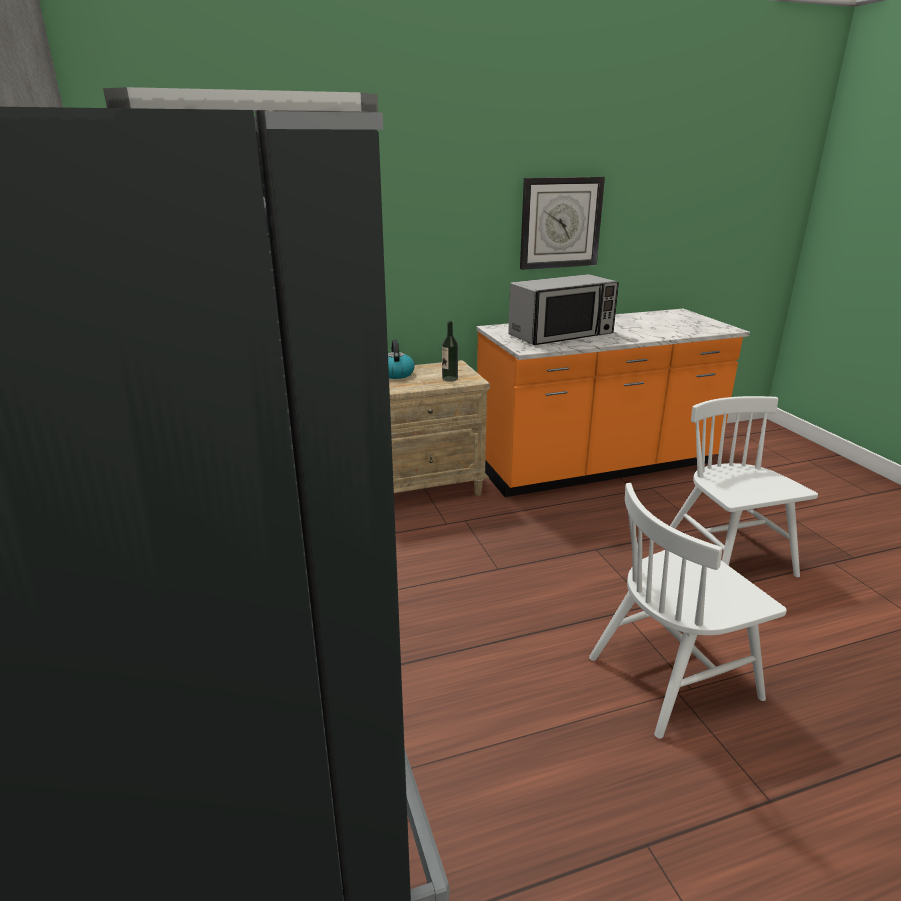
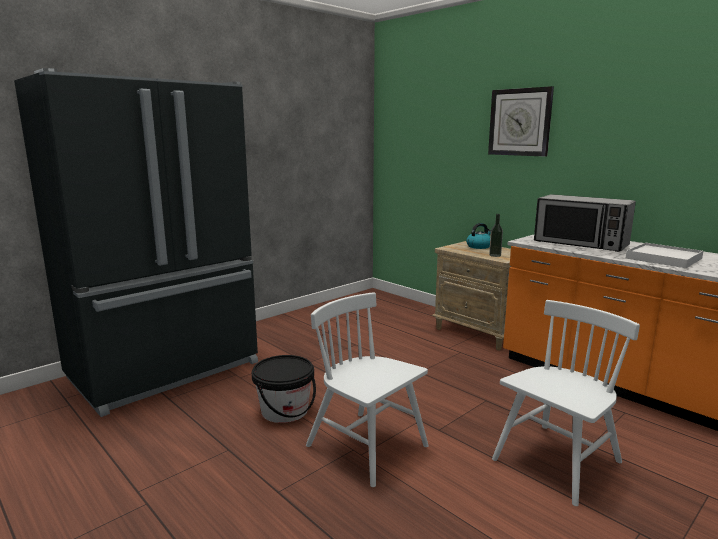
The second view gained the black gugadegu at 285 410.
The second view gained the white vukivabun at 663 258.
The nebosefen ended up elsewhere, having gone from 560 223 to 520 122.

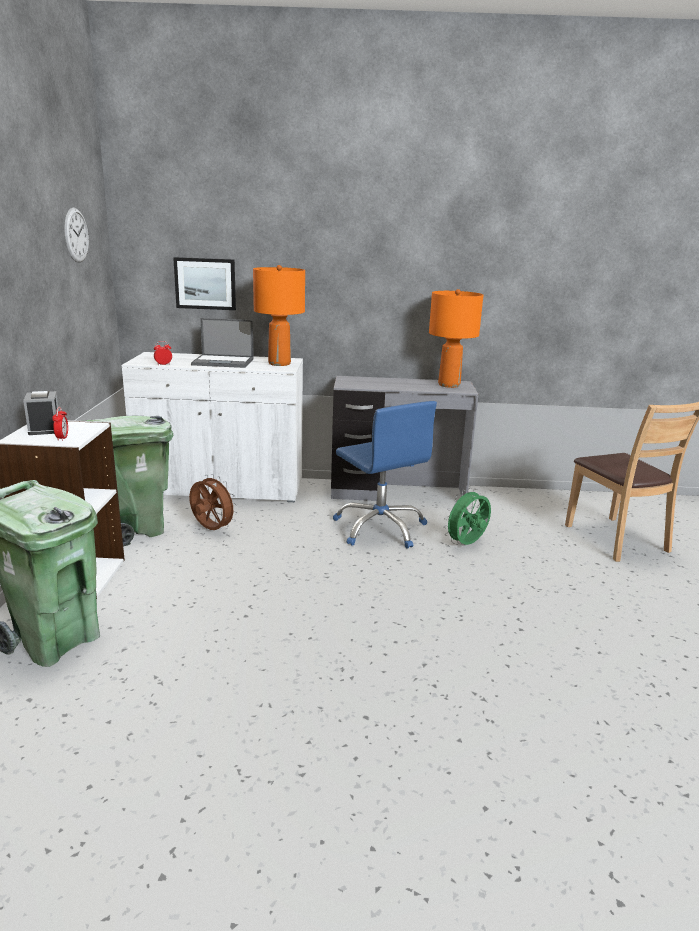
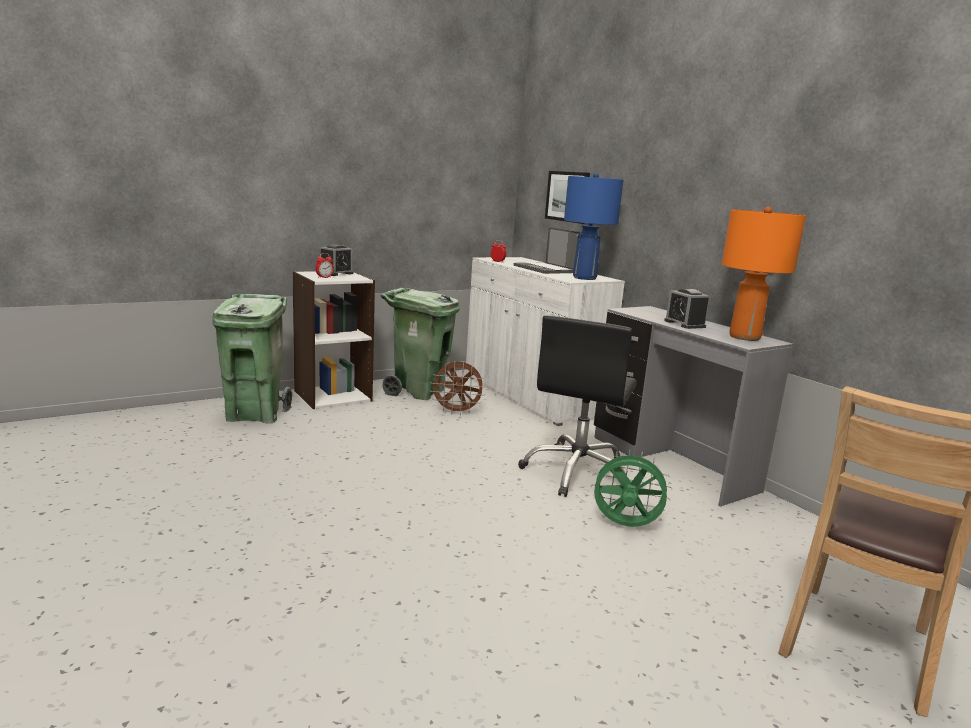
The second view lost the nebosefen at 76 235.
The second view gained the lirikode at 684 324.
What was the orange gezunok at 279 363 turned into the blue gezunok at 585 278.
What was the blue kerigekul at 380 528 turned into the black kerigekul at 577 473.
The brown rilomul at 211 530 ended up facing another way, 90 degrees clockwise from before.

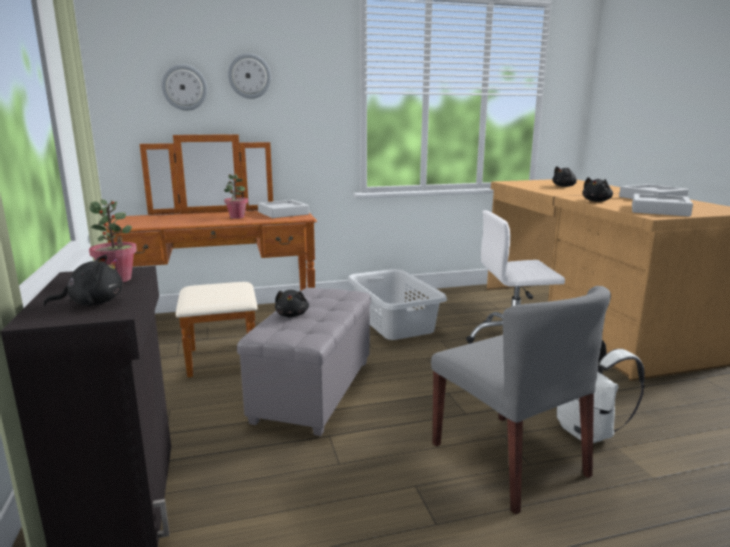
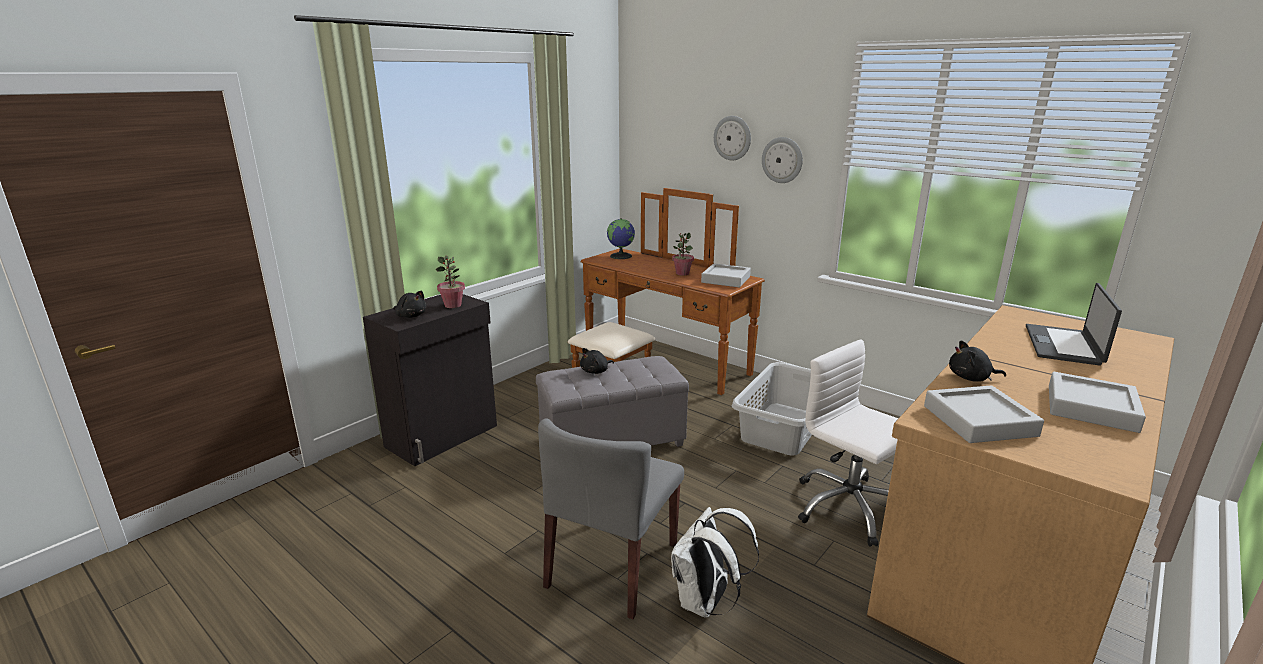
The second view gained the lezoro at 621 256.
The nebosefen ended up elsewhere, having gone from 184 87 to 782 160.
Where the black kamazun stood at 564 186, the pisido came to stand at 1064 345.

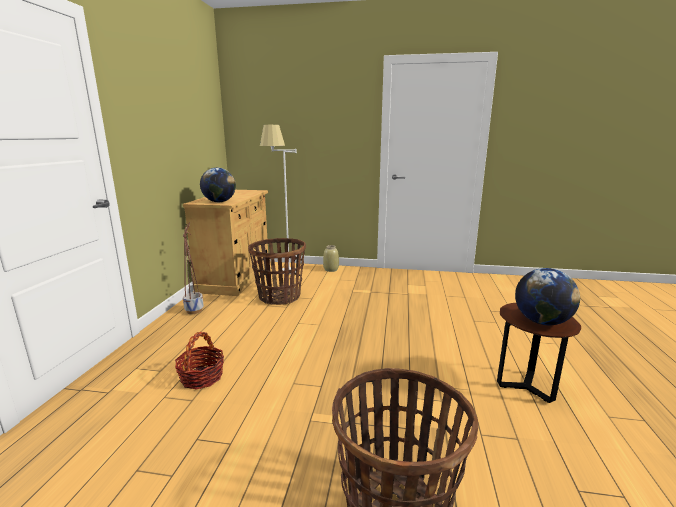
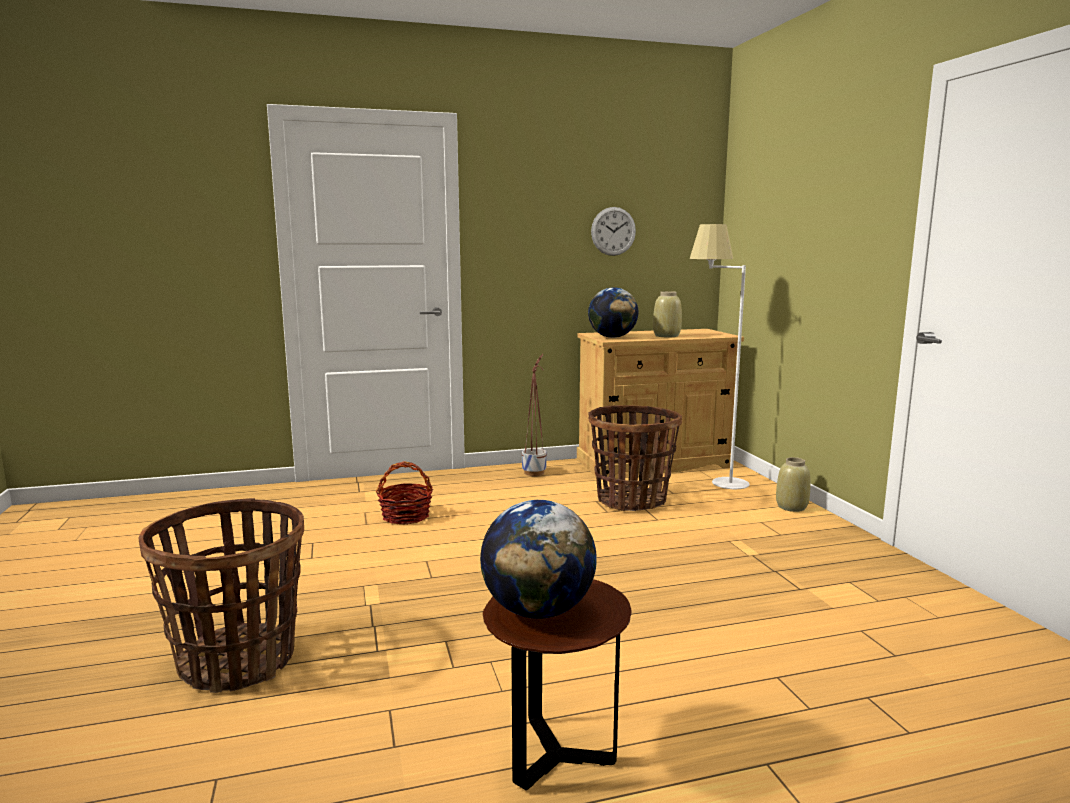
The second view gained the nebosefen at 613 231.
The second view gained the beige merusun at 666 336.

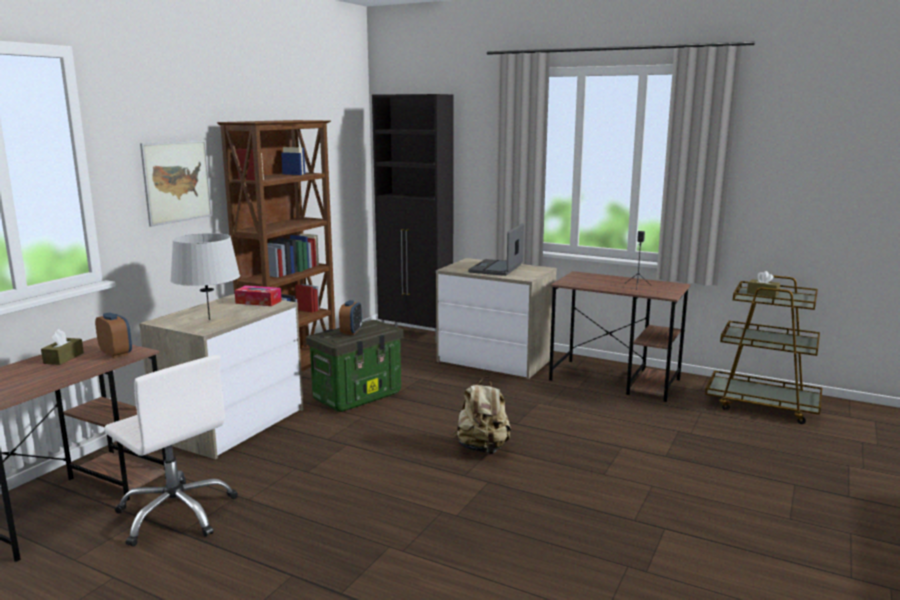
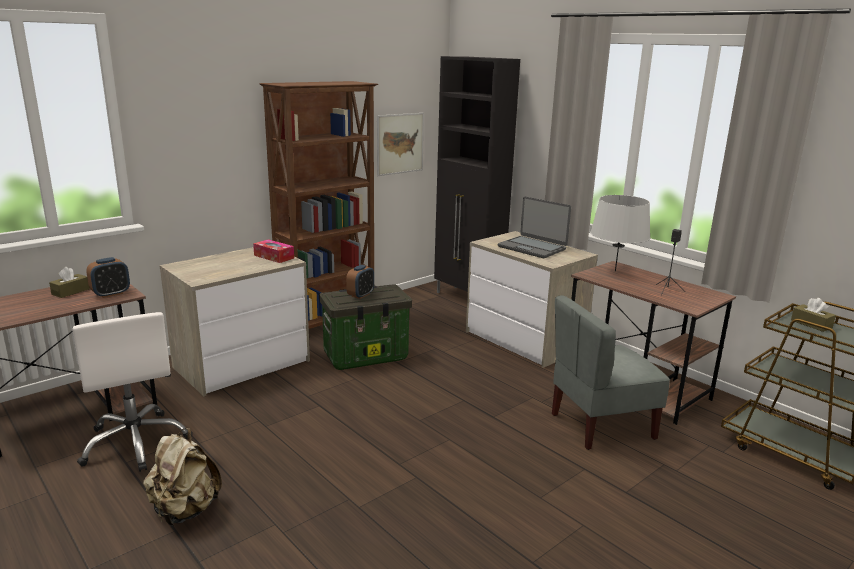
The second view gained the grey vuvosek at 600 426.
The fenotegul ended up elsewhere, having gone from 177 181 to 400 143.
The grey gezunok ended up elsewhere, having gone from 209 319 to 615 271.
The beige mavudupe ended up elsewhere, having gone from 483 449 to 184 511.
The lirikode at 116 353 ended up facing another way, 75 degrees clockwise from before.
The pisido at 496 269 ended up facing another way, 90 degrees counterclockwise from before.

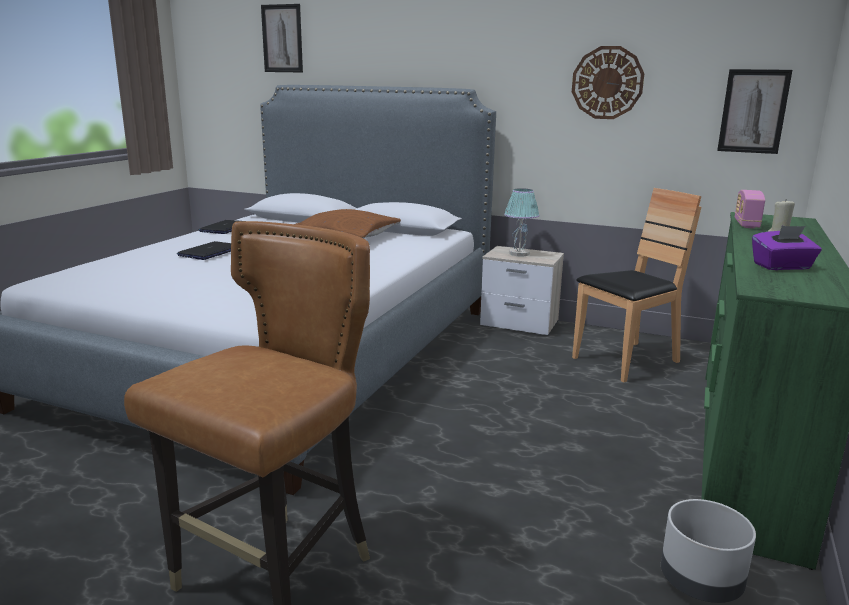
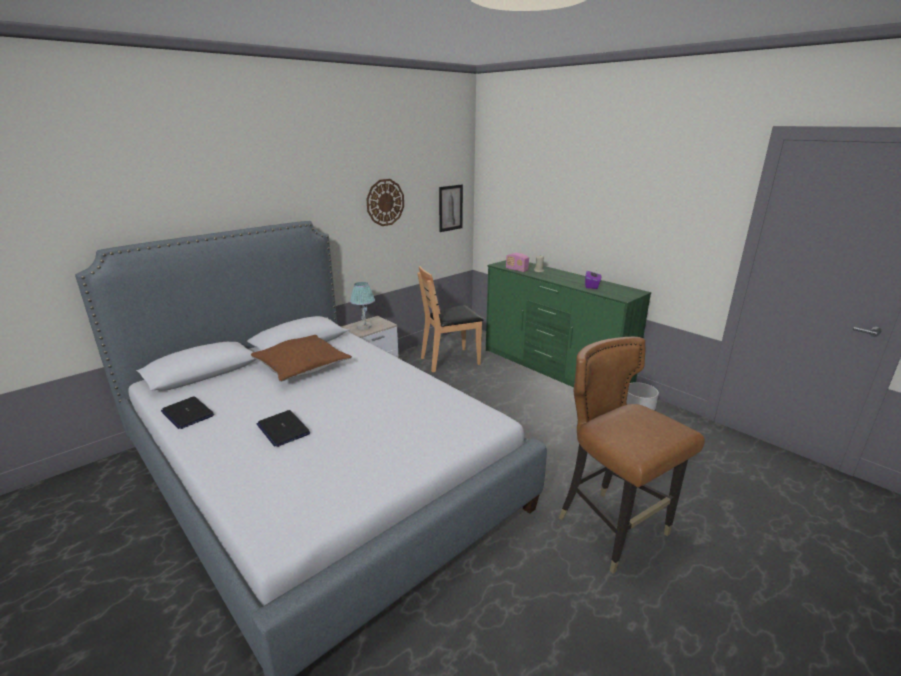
The second view lost the fenotegul at 282 38.
The brown vuvosek at 626 361 ended up facing another way, 105 degrees counterclockwise from before.

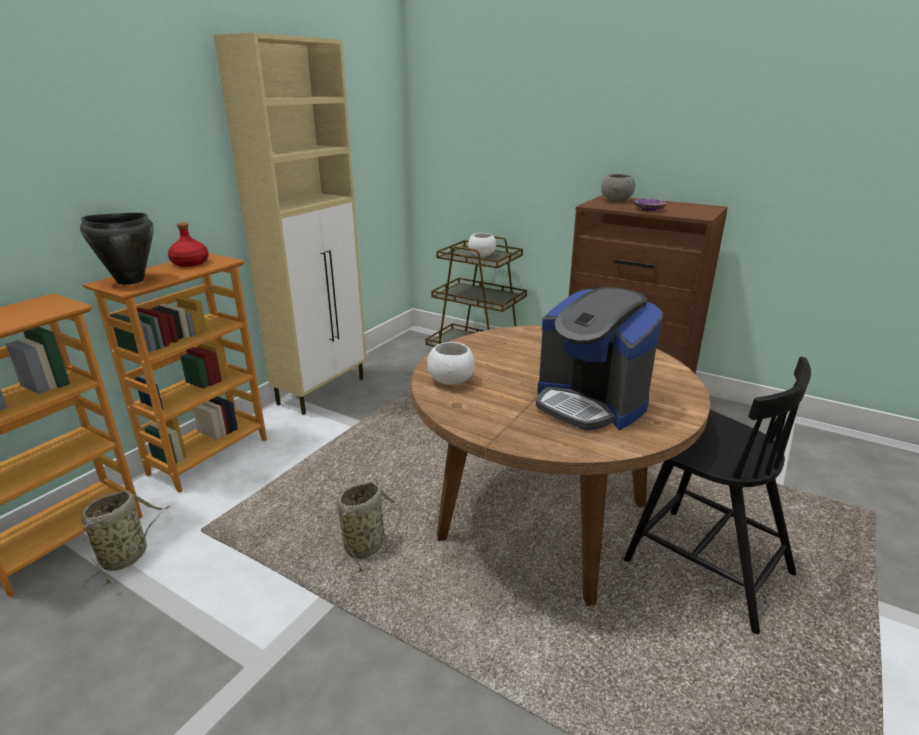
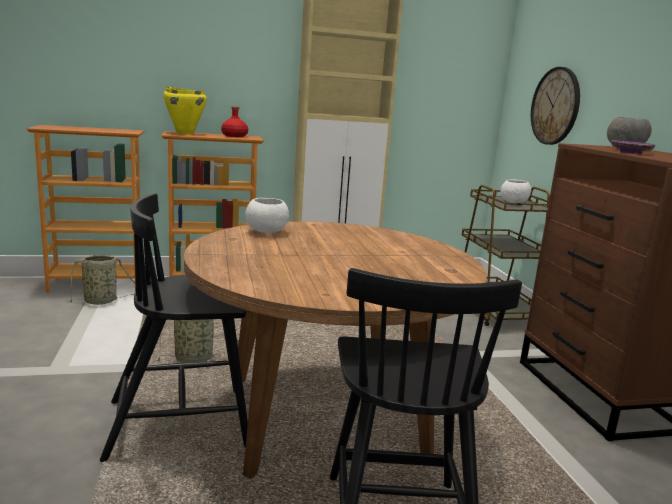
The second view lost the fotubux at 590 403.
The second view gained the black vuvosek at 181 422.
The second view gained the nebosefen at 555 106.
What was the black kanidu at 130 281 turned into the yellow kanidu at 185 134.

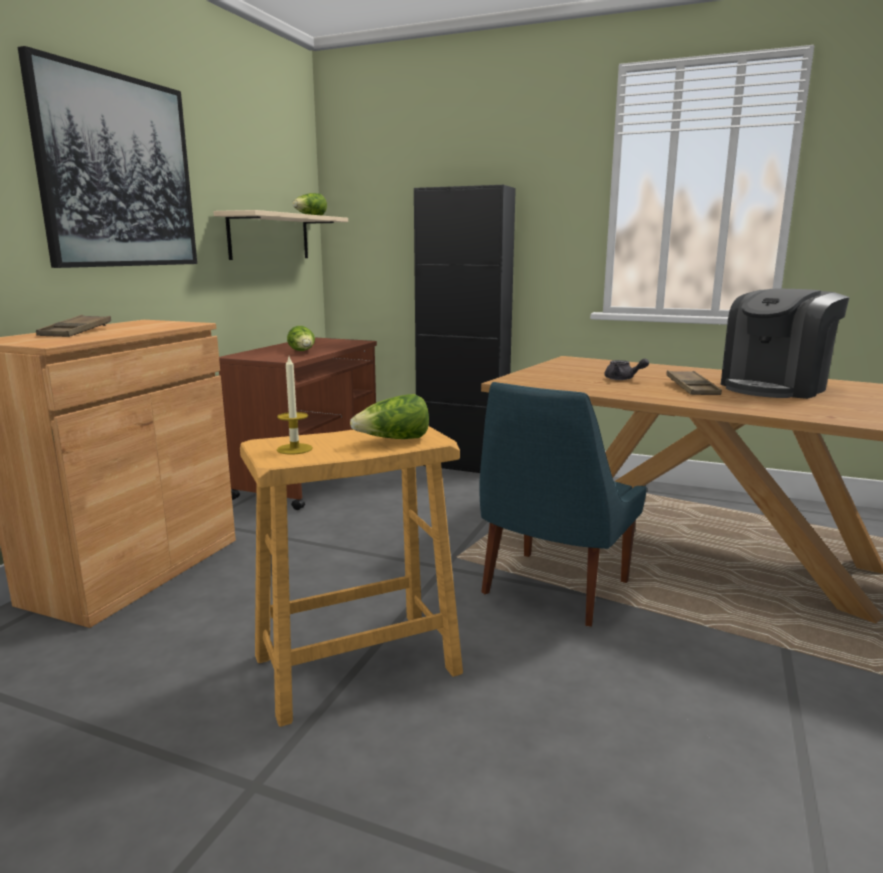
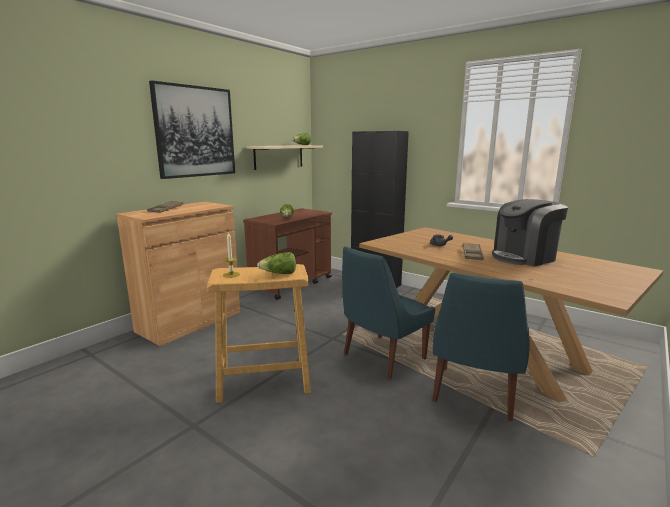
The second view gained the blue vuvosek at 473 395.

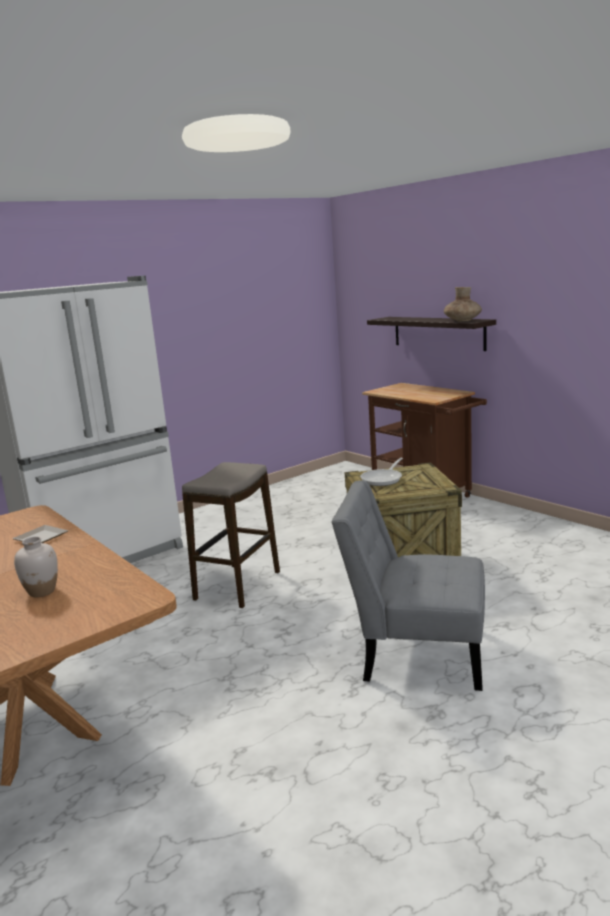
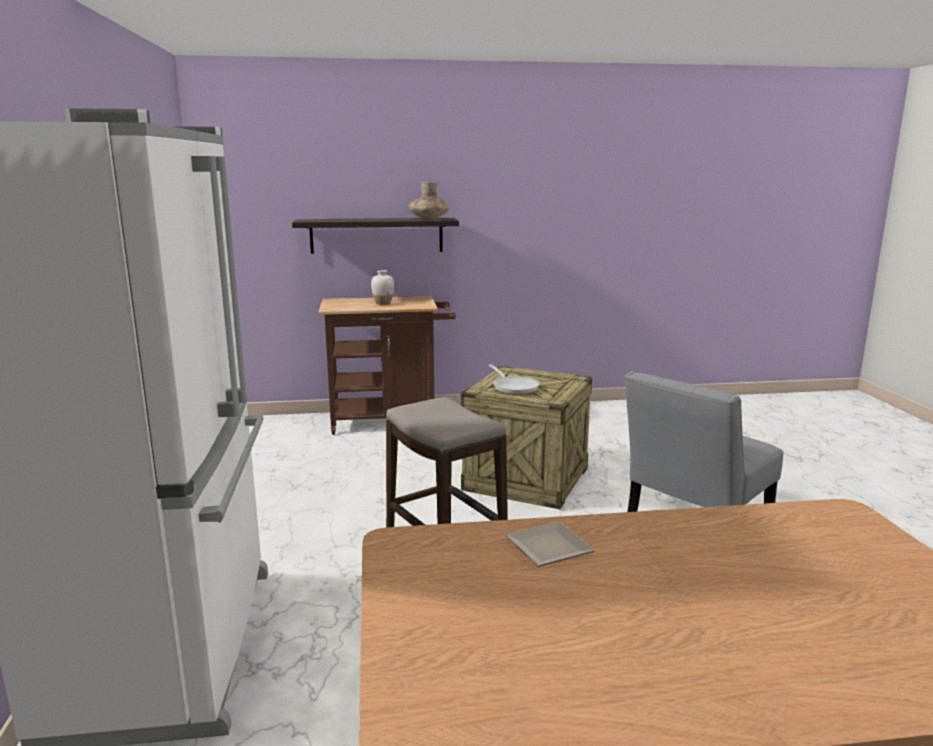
The white merusun ended up elsewhere, having gone from 42 591 to 383 303.

